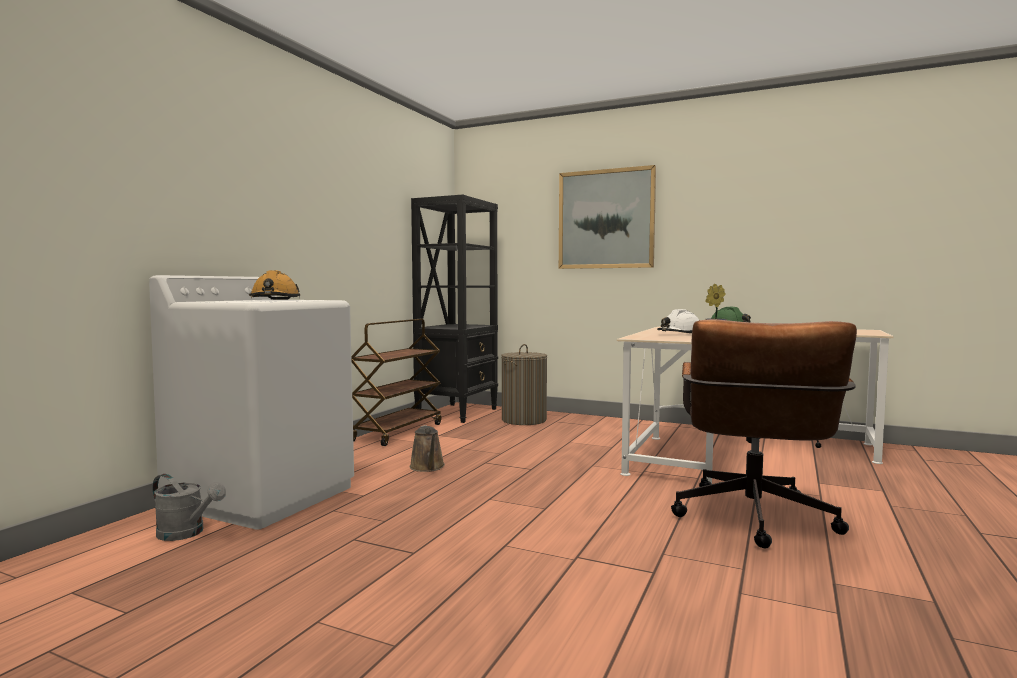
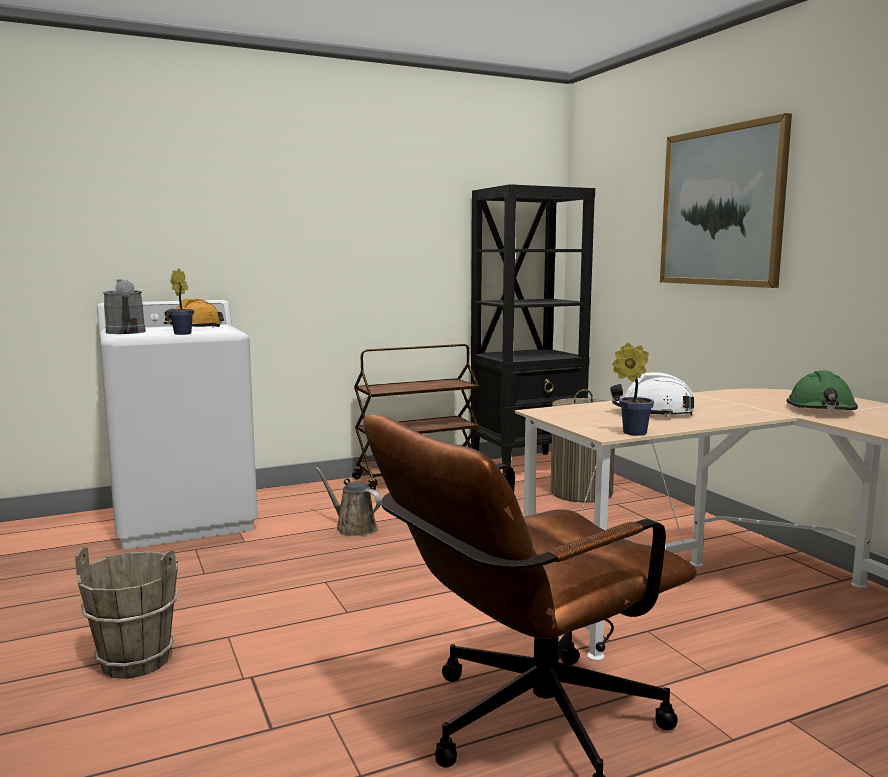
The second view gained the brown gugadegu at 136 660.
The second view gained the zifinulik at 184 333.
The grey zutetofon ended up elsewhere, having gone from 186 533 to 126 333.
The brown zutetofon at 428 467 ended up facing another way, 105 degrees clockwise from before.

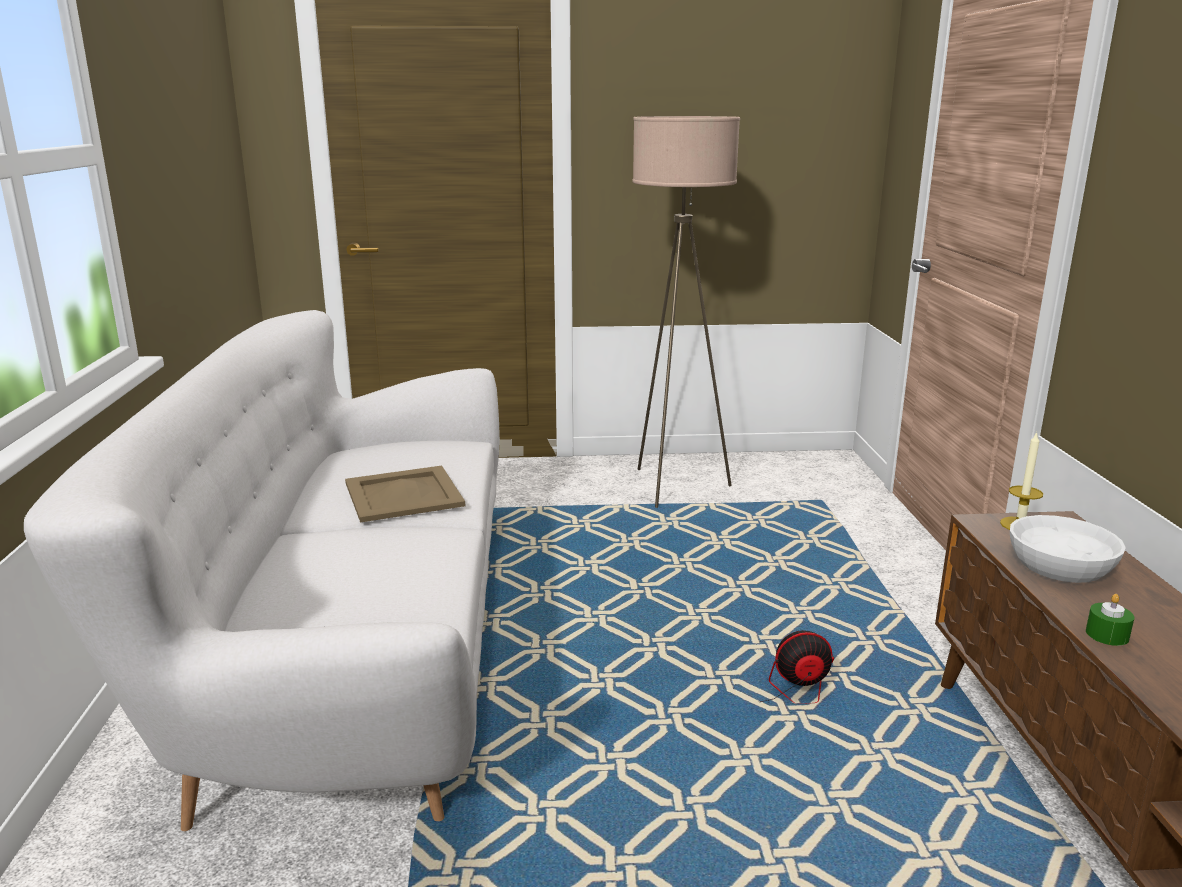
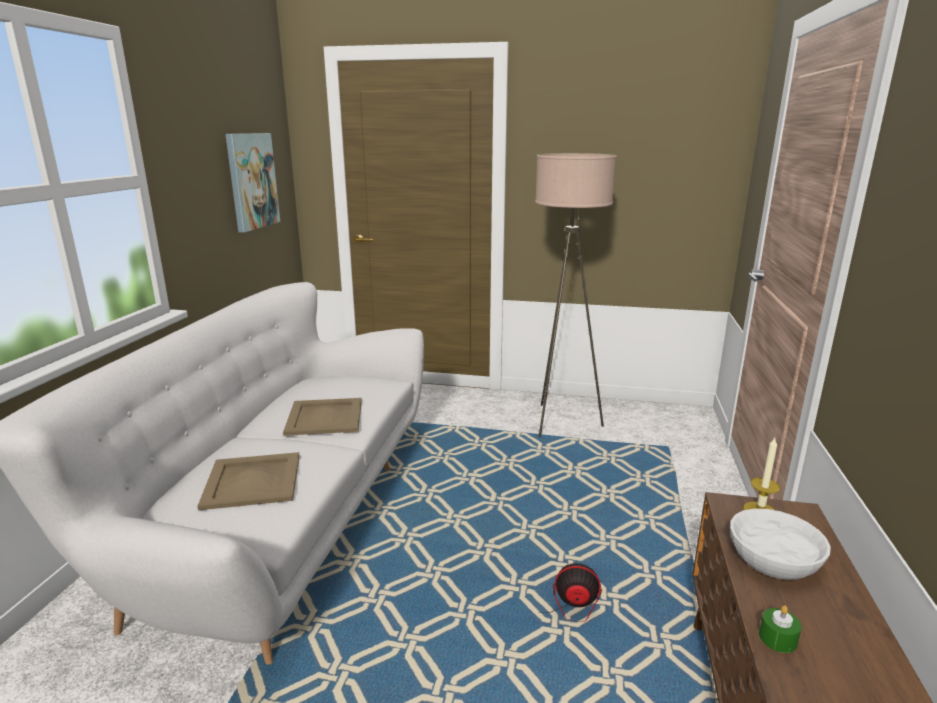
The second view gained the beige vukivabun at 253 481.
The second view gained the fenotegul at 252 181.

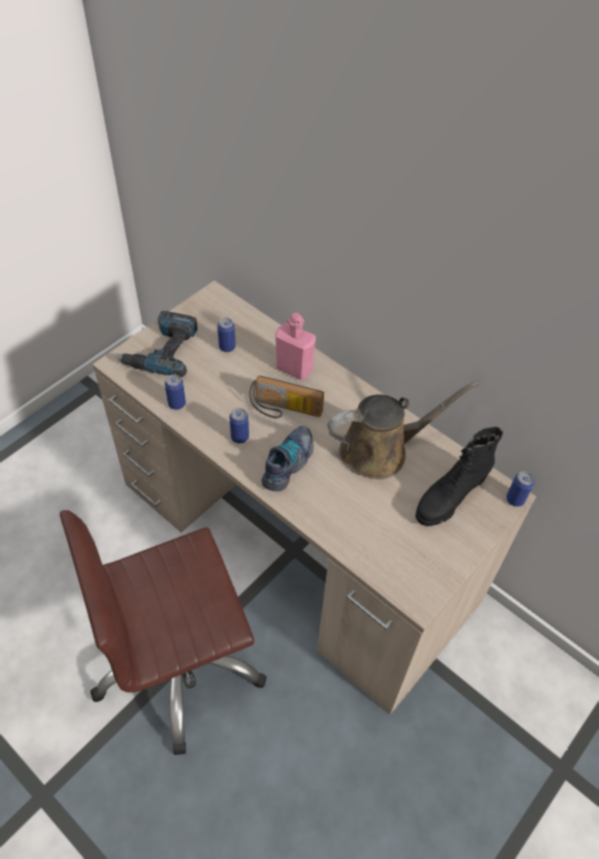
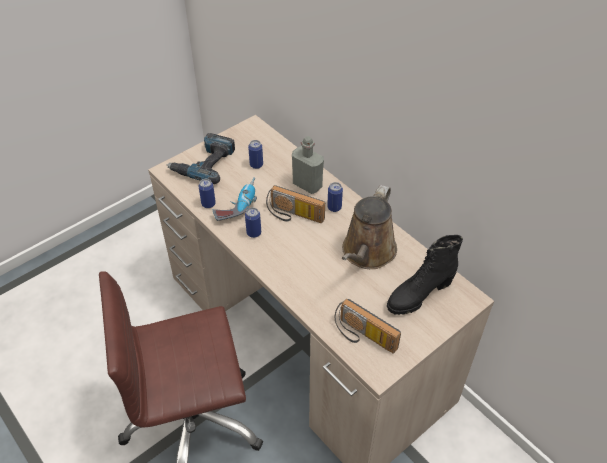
The second view lost the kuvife at 288 463.
The second view gained the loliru at 237 205.
The second view gained the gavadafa at 363 337.
The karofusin ended up elsewhere, having gone from 515 499 to 334 207.
What was the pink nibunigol at 294 368 turned into the grey nibunigol at 307 185.
The brown zutetofon at 380 450 ended up facing another way, 120 degrees clockwise from before.

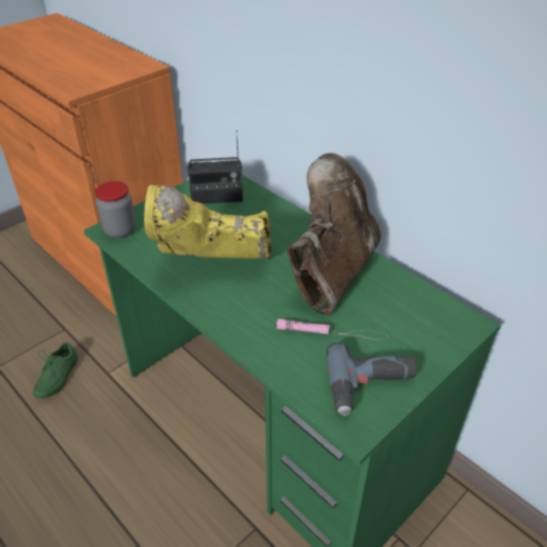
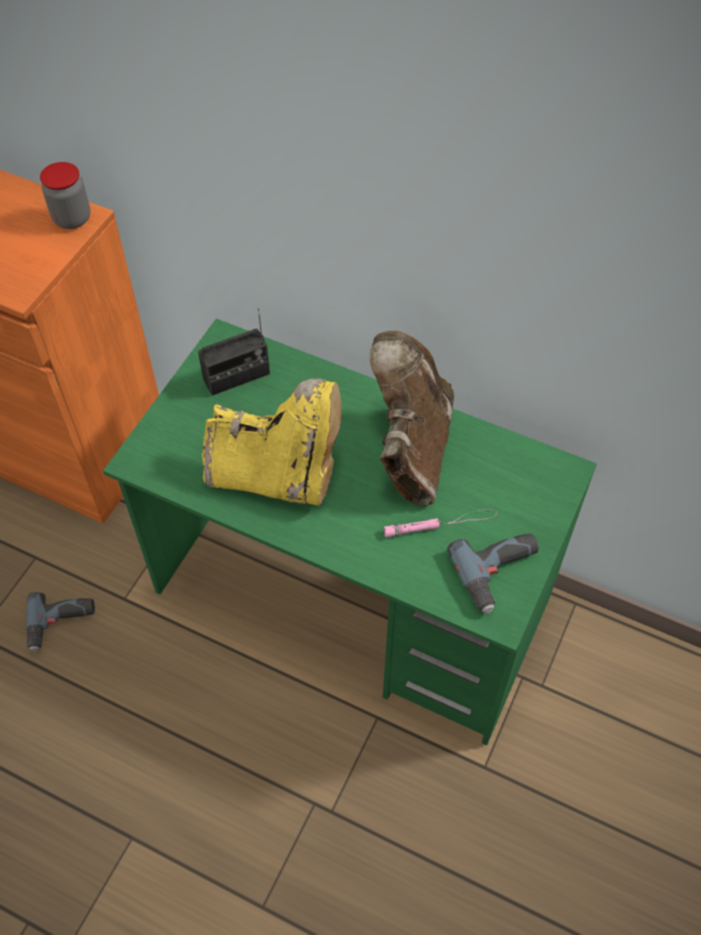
The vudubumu ended up elsewhere, having gone from 120 230 to 72 219.
Where the green kuvife stood at 55 377, the loliru came to stand at 61 624.
The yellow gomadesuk at 210 265 ended up facing another way, 150 degrees counterclockwise from before.

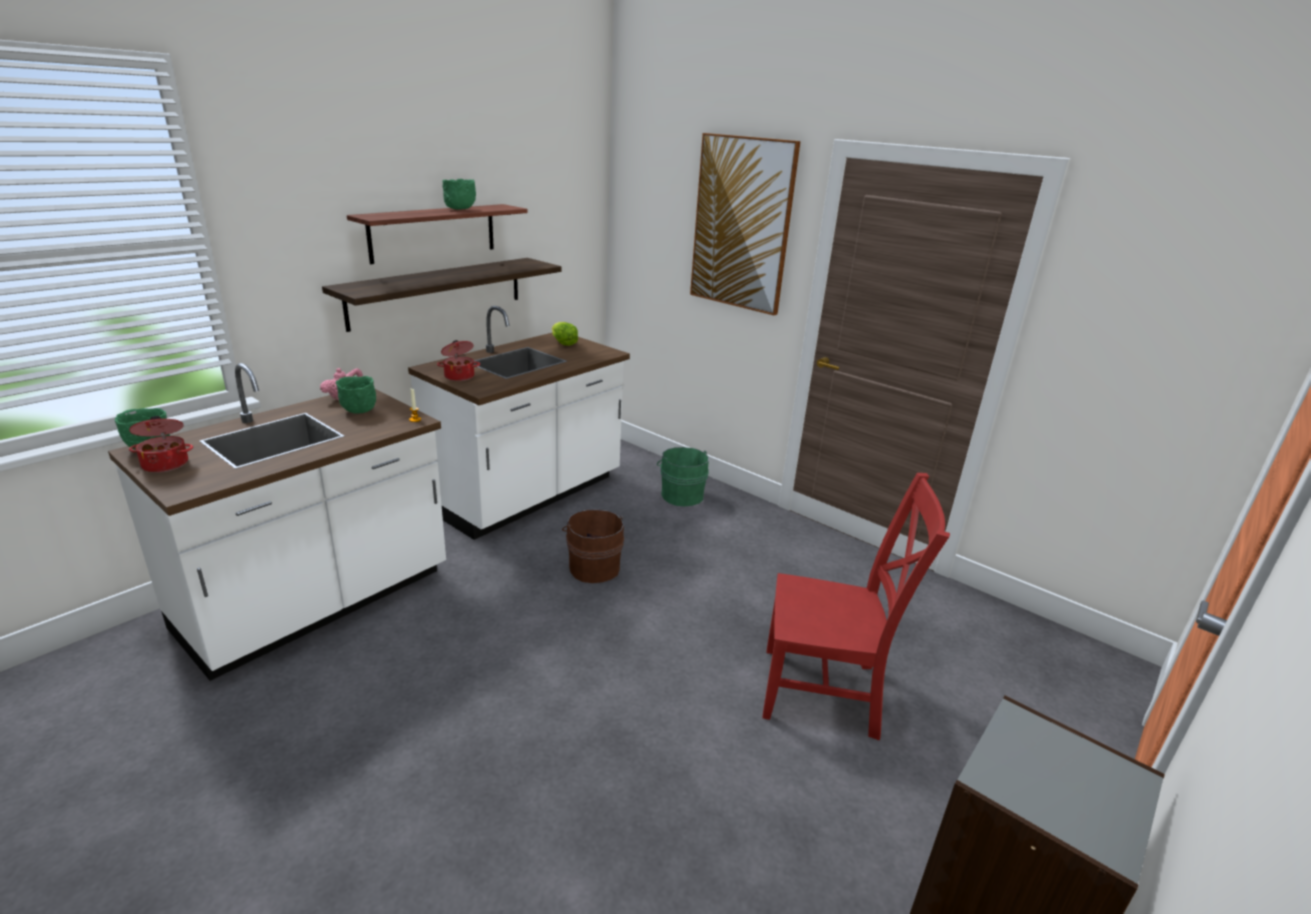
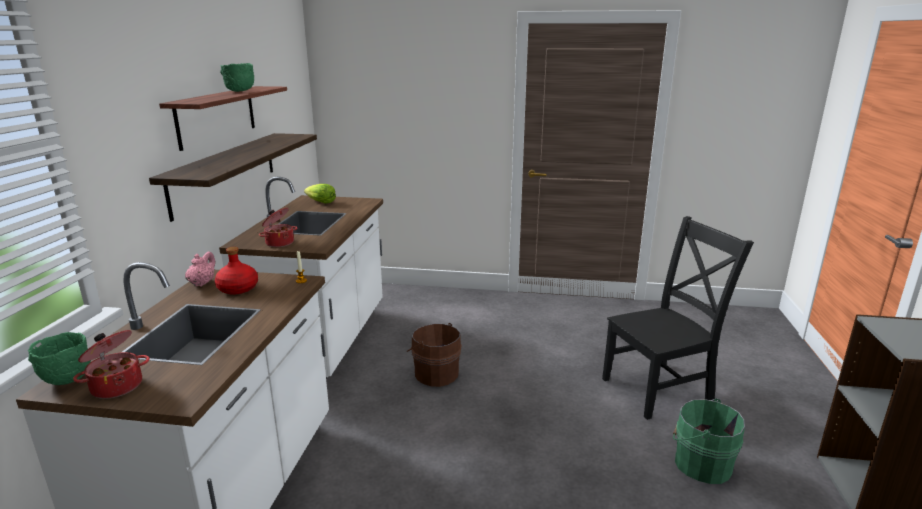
The second view lost the fenotegul at 742 224.
The green gugadegu ended up elsewhere, having gone from 681 495 to 700 463.
Where the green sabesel stood at 359 411, the red nibunigol came to stand at 238 288.
What was the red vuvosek at 826 692 turned into the black vuvosek at 660 389.

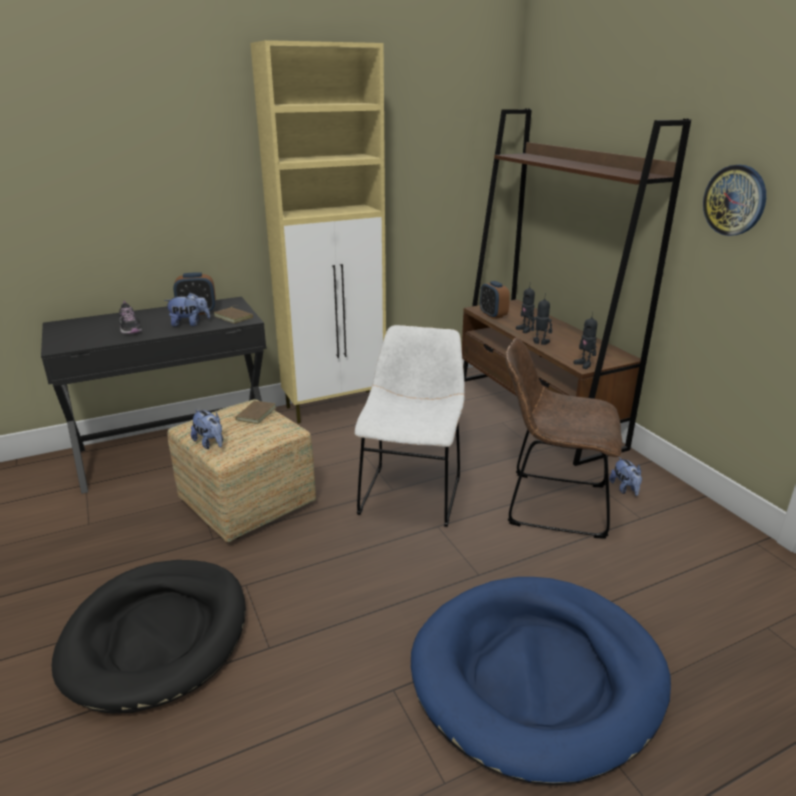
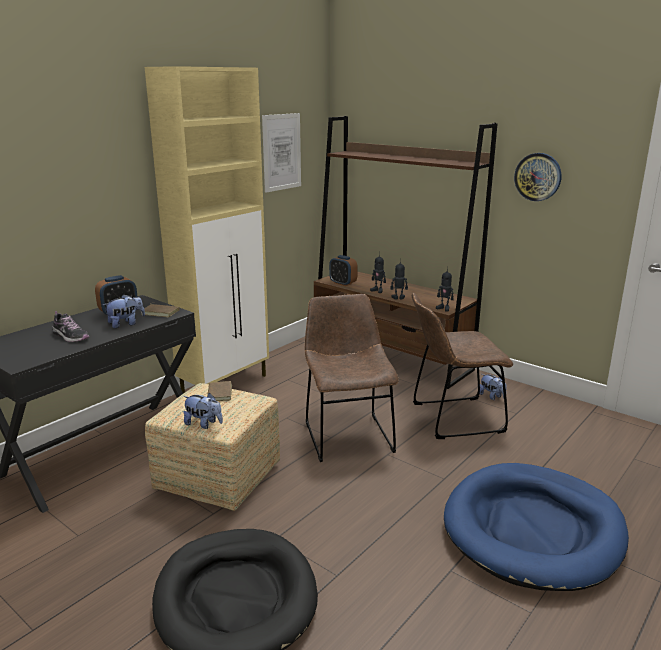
The second view gained the fenotegul at 281 152.
What was the white vuvosek at 412 491 turned into the brown vuvosek at 347 435.

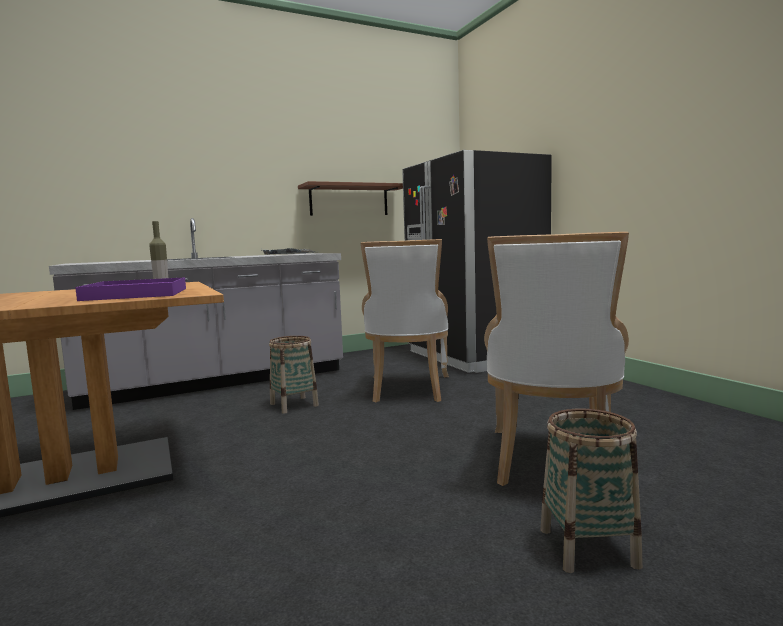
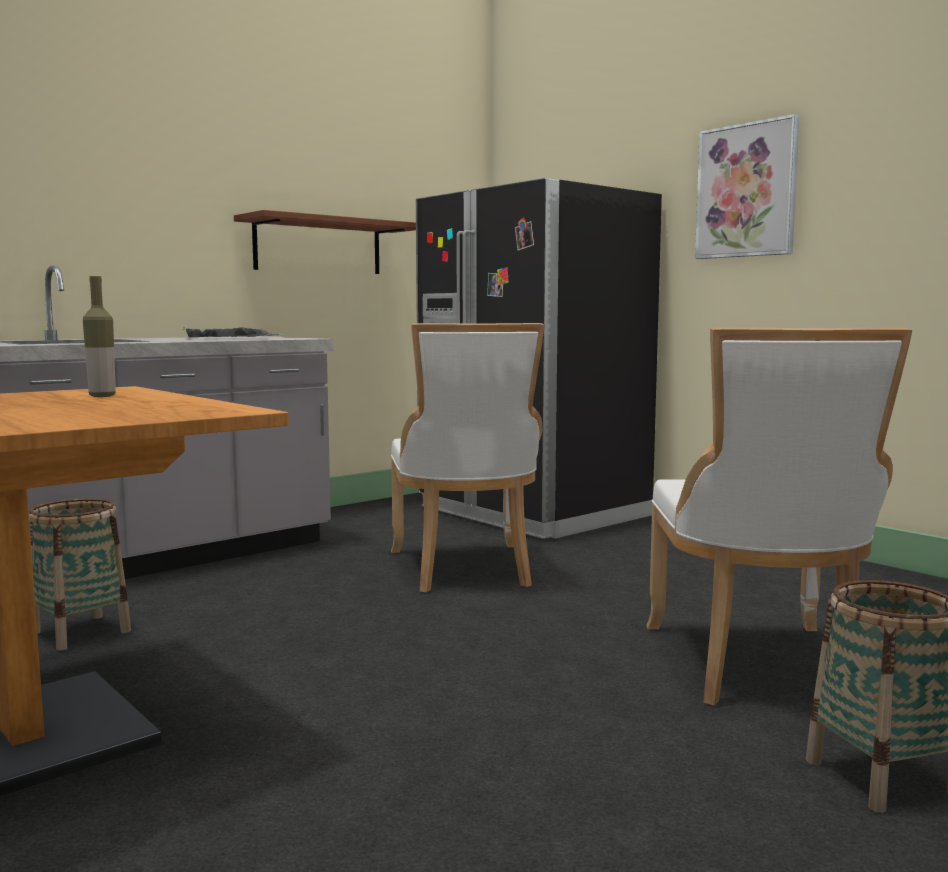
The second view lost the purple vukivabun at 136 294.
The second view gained the fenotegul at 746 191.
The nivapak ended up elsewhere, having gone from 294 405 to 80 632.

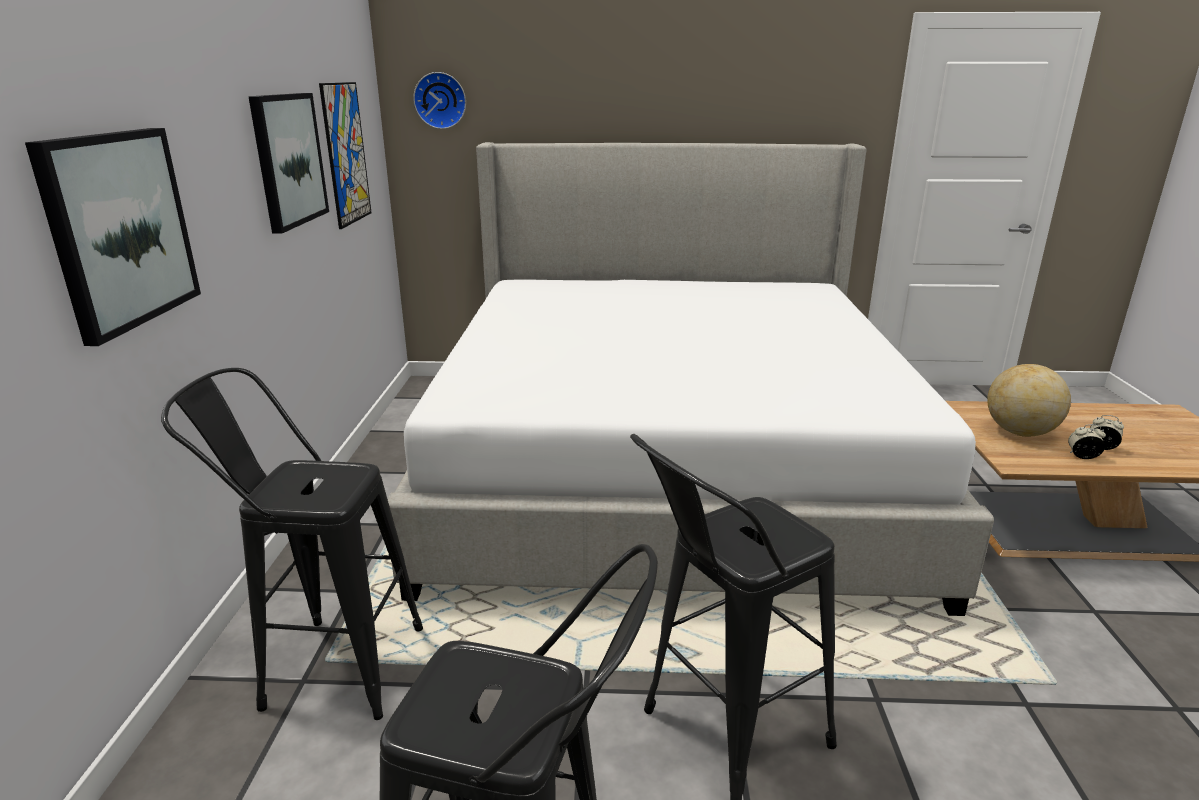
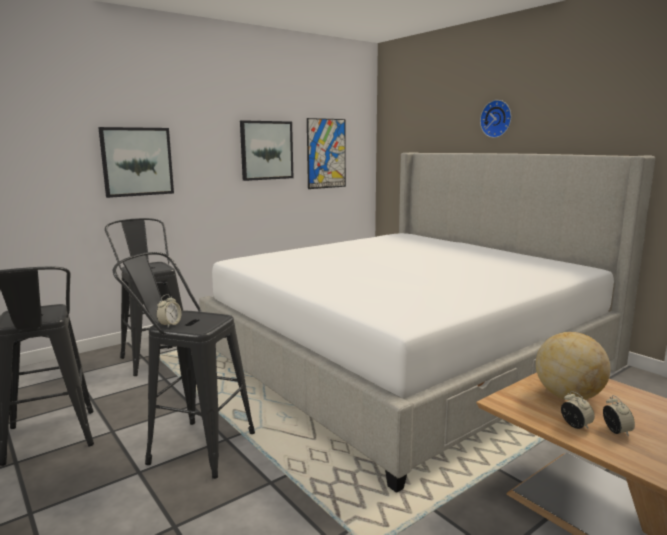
The second view gained the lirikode at 169 324.
The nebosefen ended up elsewhere, having gone from 440 100 to 497 119.

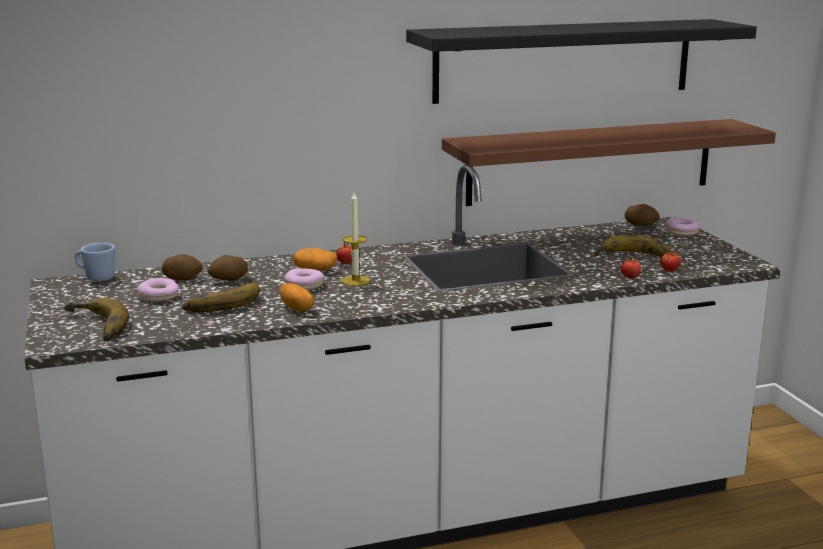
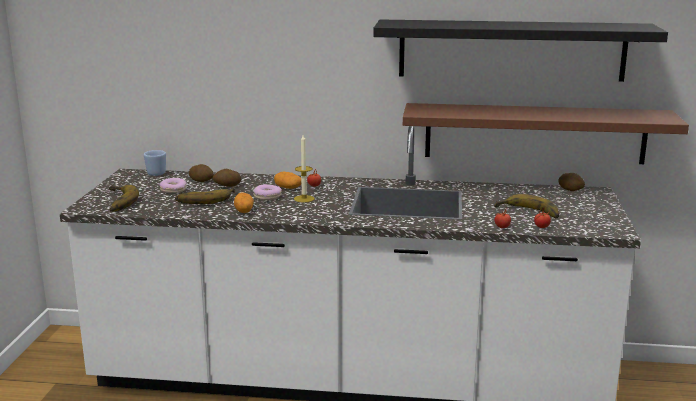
The second view lost the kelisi at 682 232.

